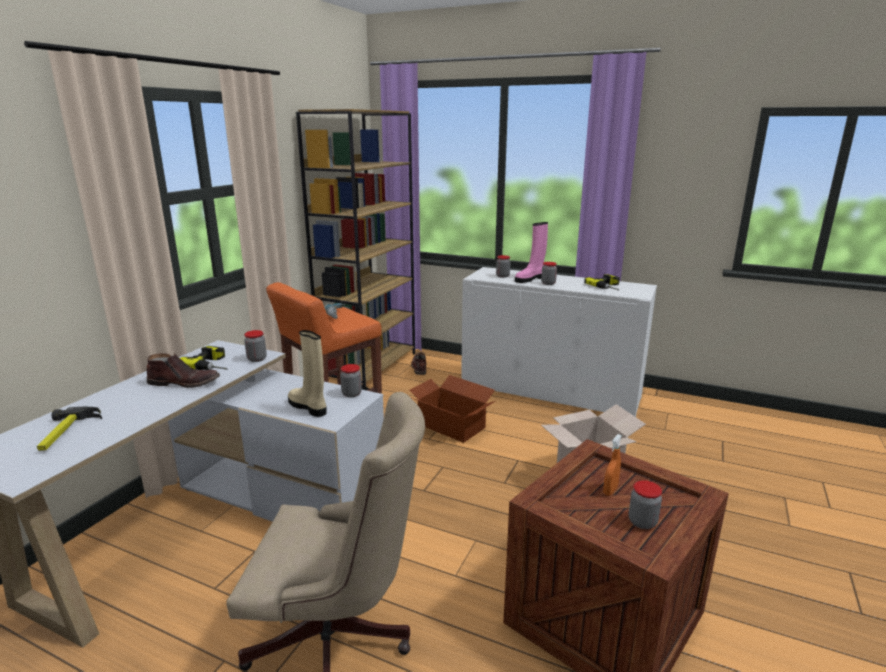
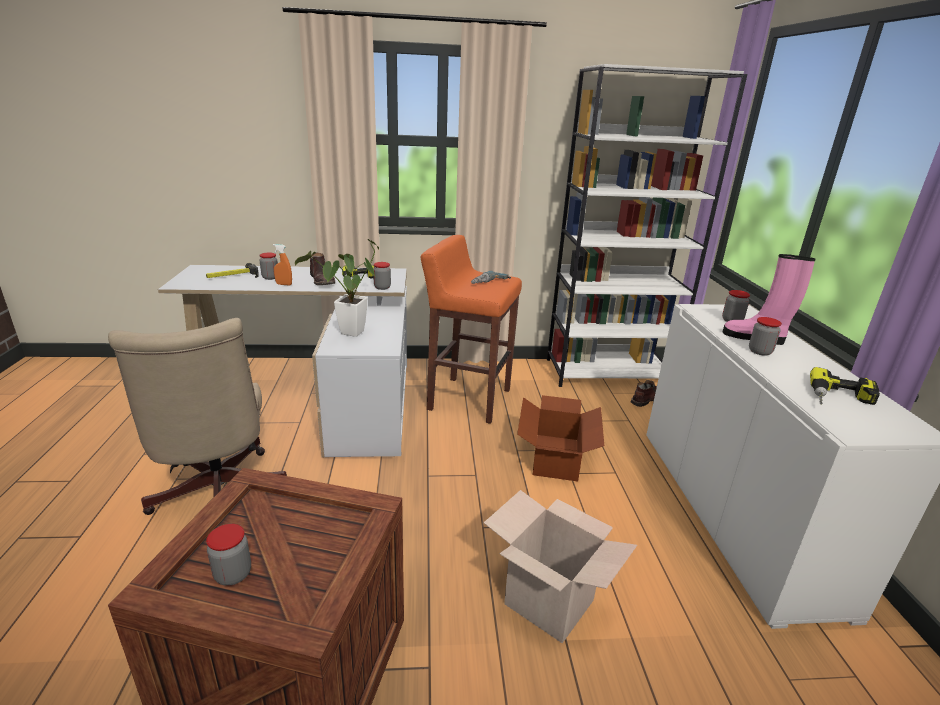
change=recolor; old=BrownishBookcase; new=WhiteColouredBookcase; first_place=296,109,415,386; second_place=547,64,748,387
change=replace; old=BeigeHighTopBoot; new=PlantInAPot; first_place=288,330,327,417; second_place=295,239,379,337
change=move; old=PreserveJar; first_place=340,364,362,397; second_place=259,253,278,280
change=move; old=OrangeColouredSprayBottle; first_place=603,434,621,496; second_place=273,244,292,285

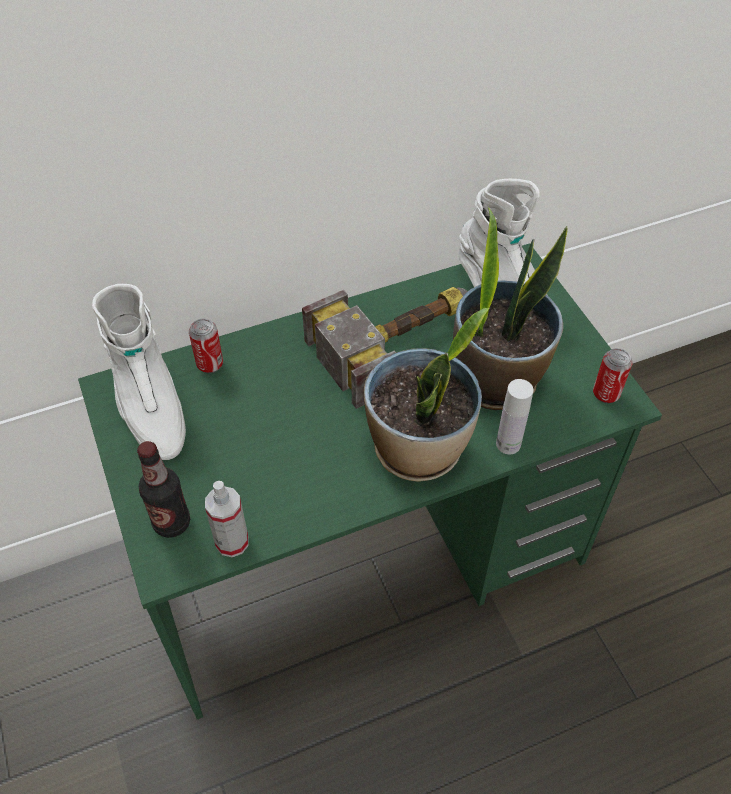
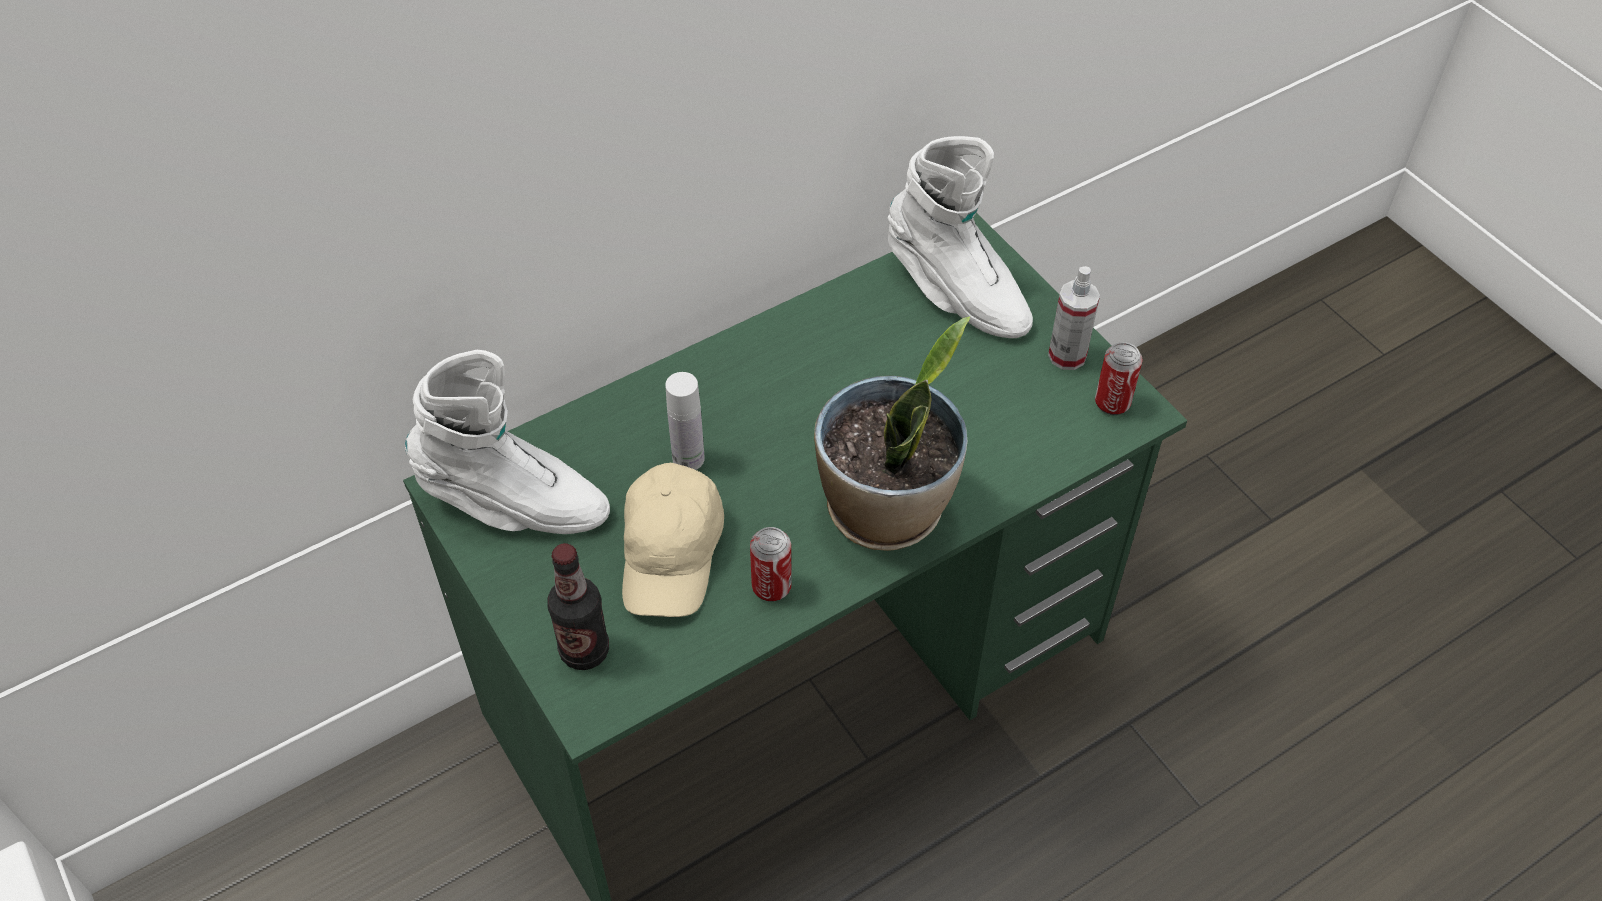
change=delete; old=PlantInAPot; first_place=453,207,568,410
change=rotate; old=WhiteColouredHighTopBoot; first_place=92,284,186,460; second_place=405,350,610,534; degrees=-45
change=delete; old=ToolHammer; first_place=302,287,468,409
change=move; old=MetalCan; first_place=189,318,223,373; second_place=750,527,792,602
change=move; old=WhiteColouredBeverageBottle; first_place=496,379,533,454; second_place=665,372,705,470
change=move; old=SprayBottle; first_place=205,481,248,557; second_place=1048,266,1100,370
change=insert; new=BeigeCap; second_place=622,463,724,617

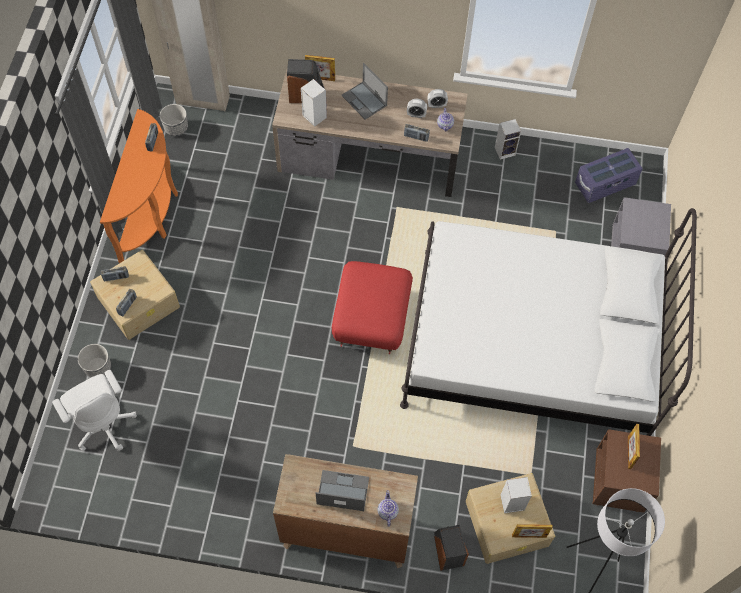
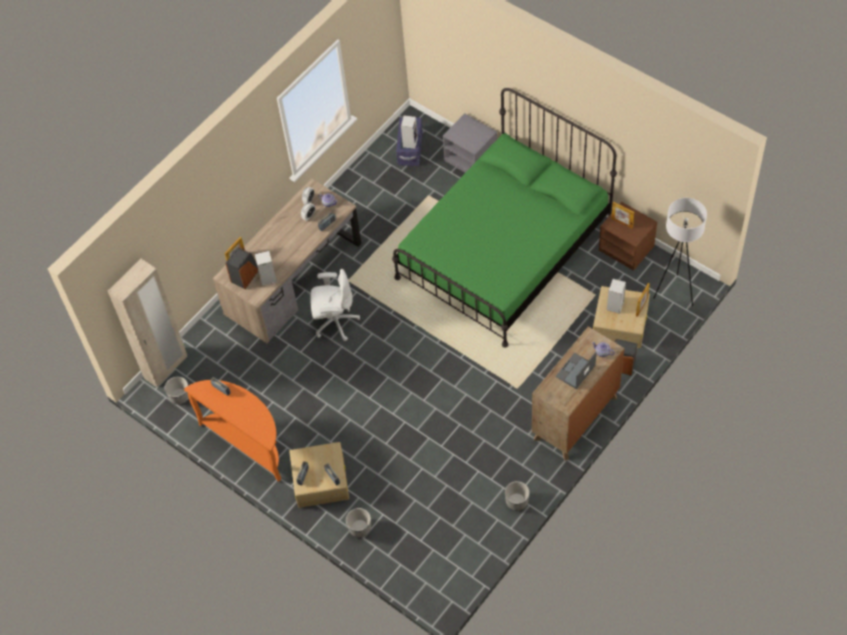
change=delete; old=NotebookComputer; first_place=341,63,388,120
change=move; old=Loudspeaker; first_place=495,119,521,160; second_place=401,115,418,149
change=recolor; old=WhiteColouredBed; new=GreenishBed; first_place=400,208,697,436; second_place=392,88,617,348
change=delete; old=RedColouredPouffe; first_place=332,261,413,354
change=move; old=WhiteColouredDeskChair; first_place=52,370,137,452; second_place=311,269,360,341
change=insert; new=FlowerPot; second_place=504,481,530,511

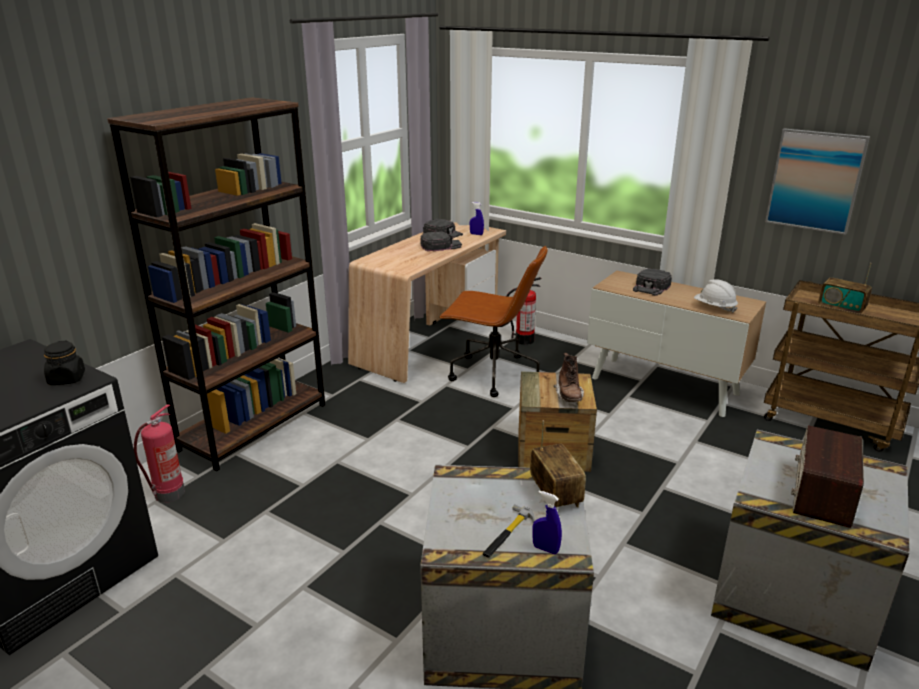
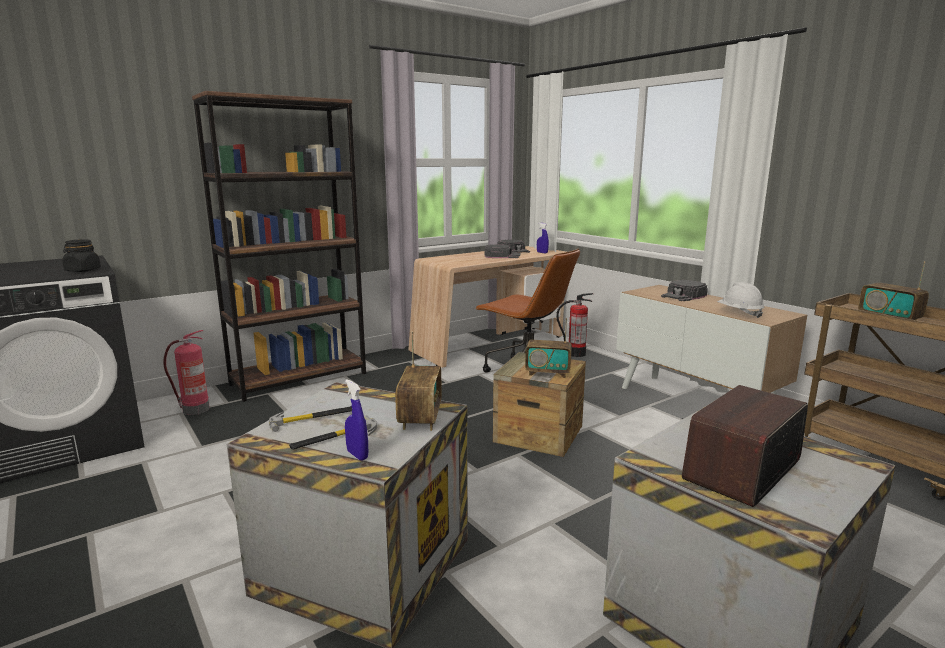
change=delete; old=WallArt; first_place=765,128,870,235
change=replace; old=BrownishHighTopBoot; new=RadioSet; first_place=554,353,584,402; second_place=525,318,572,378
change=insert; new=ToolHammer; second_place=269,406,352,432

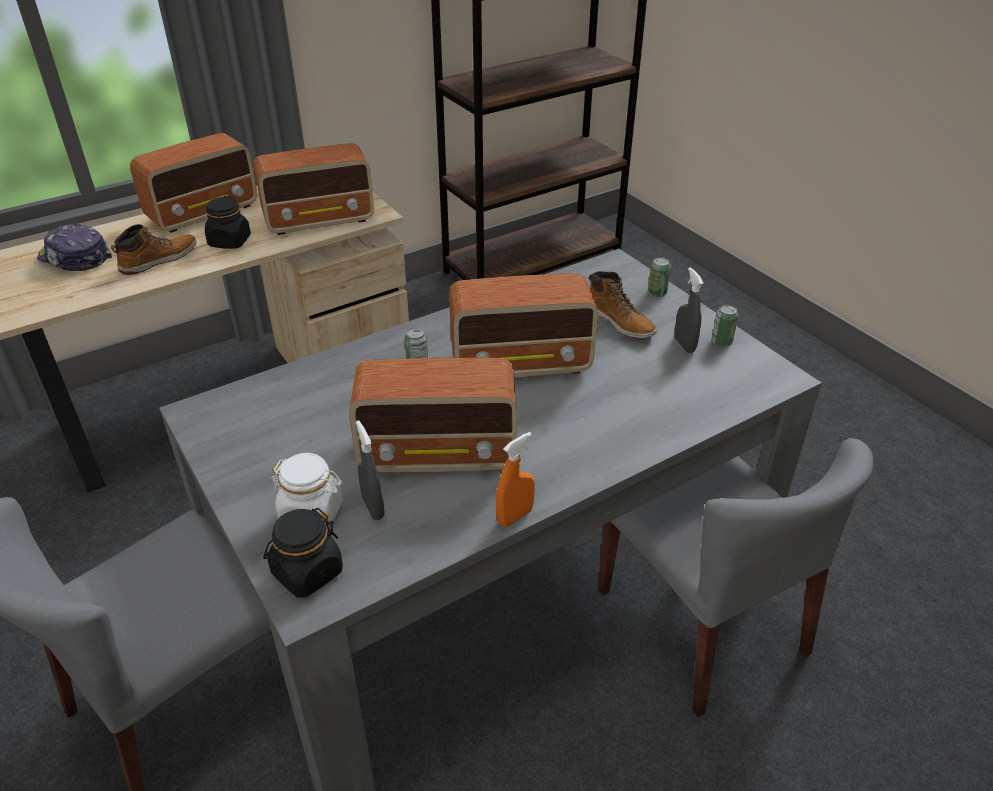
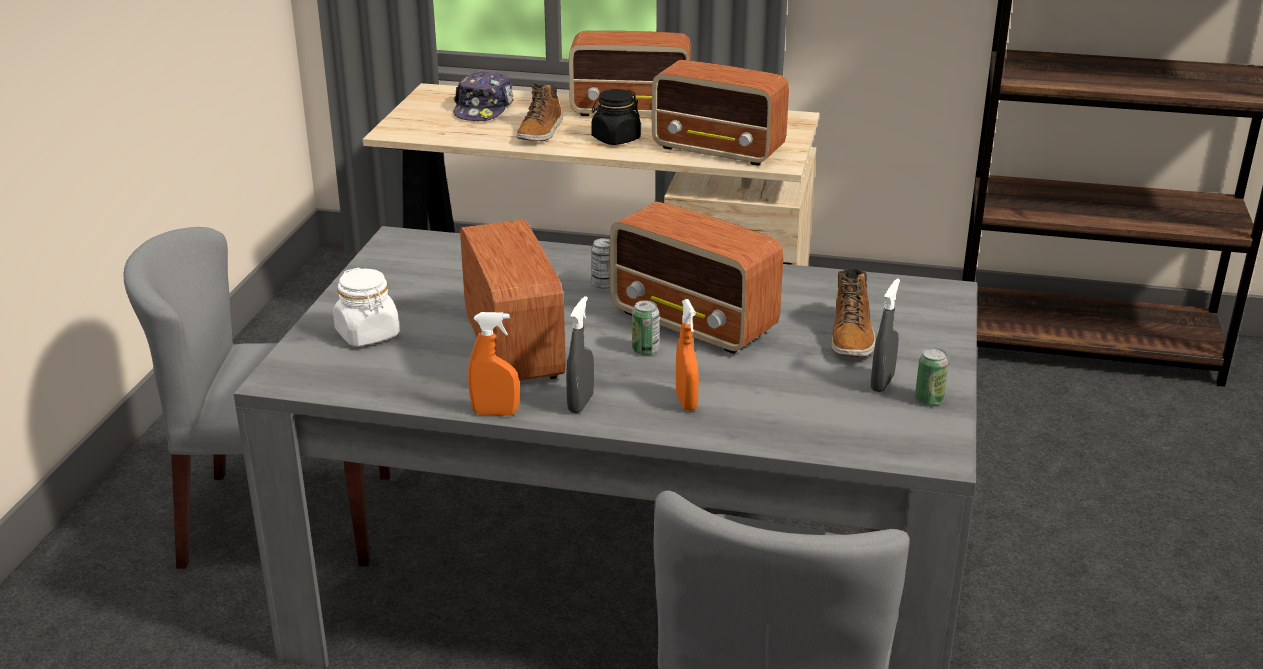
change=rotate; old=Cap; first_place=37,224,112,271; second_place=453,70,514,121; degrees=-150
change=rotate; old=HighTopBoot; first_place=111,224,197,275; second_place=516,83,563,141; degrees=105
change=move; old=MetalCan; first_place=648,257,671,297; second_place=632,300,659,355
change=rotate; old=RadioSet; first_place=349,358,517,473; second_place=460,220,565,381; degrees=-150
change=move; old=GreySprayBottle; first_place=356,420,385,520; second_place=566,296,594,413
change=delete; old=BlackishPreserveJar; first_place=263,508,343,597
change=insert; new=OrangeColouredSprayBottle; second_place=676,299,699,411

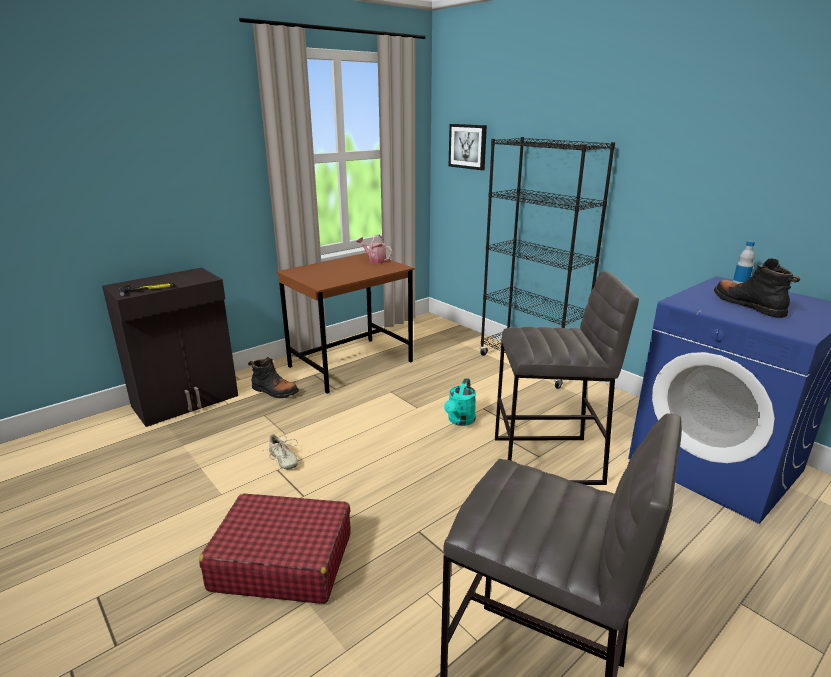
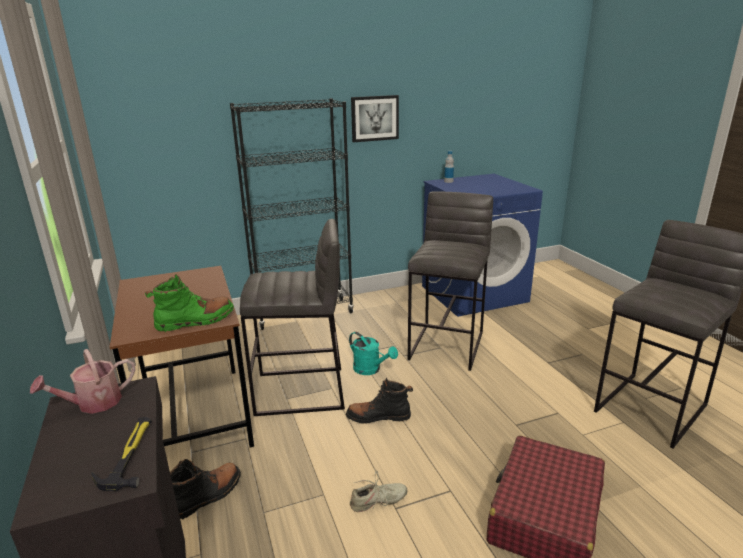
change=move; old=WallArt; first_place=449,124,487,170; second_place=351,95,399,142
change=move; old=WateringCan; first_place=357,234,392,264; second_place=30,349,136,414
change=move; old=BlackishHighTopBoot; first_place=714,258,800,318; second_place=346,378,413,424
change=insert; new=GreySittingStool; second_place=240,219,345,416
change=insert; new=GreenishHighTopBoot; second_place=145,274,234,332

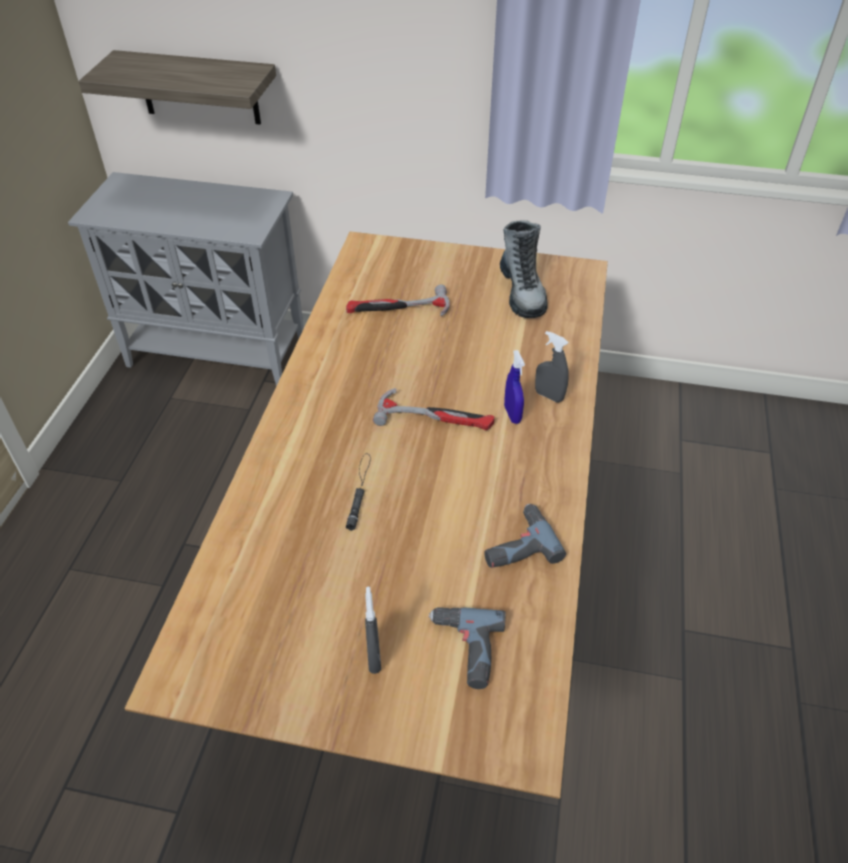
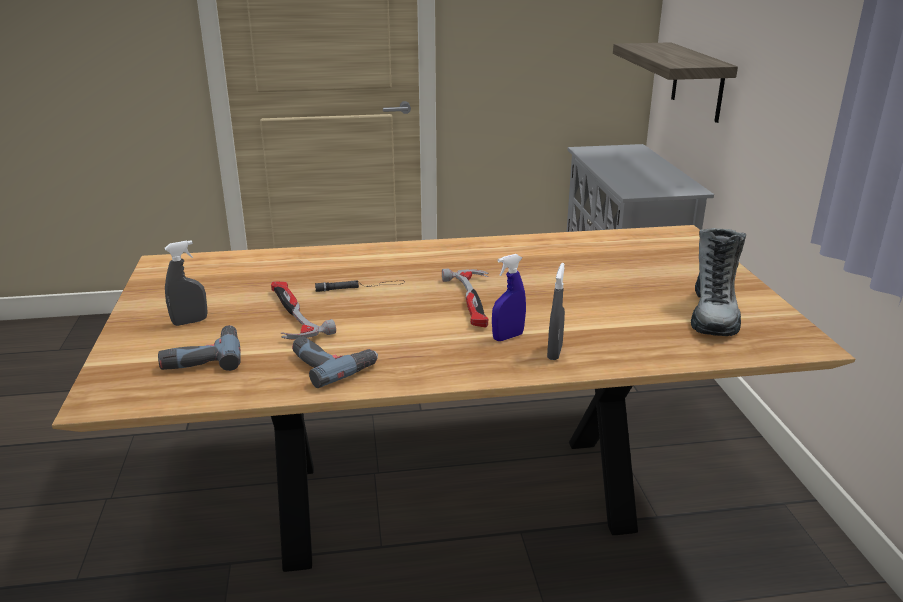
change=rotate; old=HighTopBoot; first_place=500,220,547,318; second_place=691,228,746,336; degrees=-45
change=move; old=ToolHammer; first_place=346,285,450,316; second_place=271,281,336,340

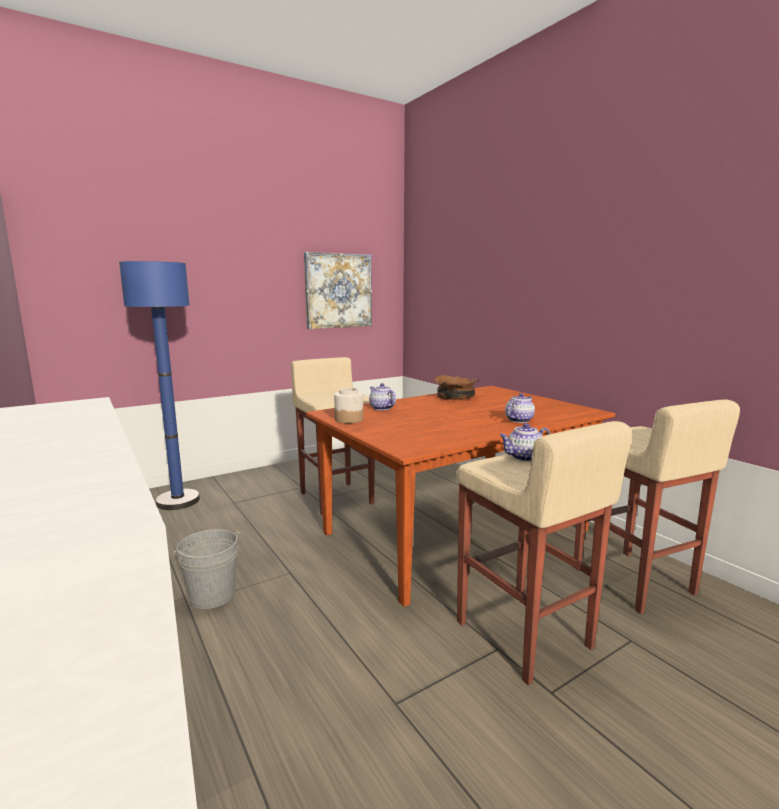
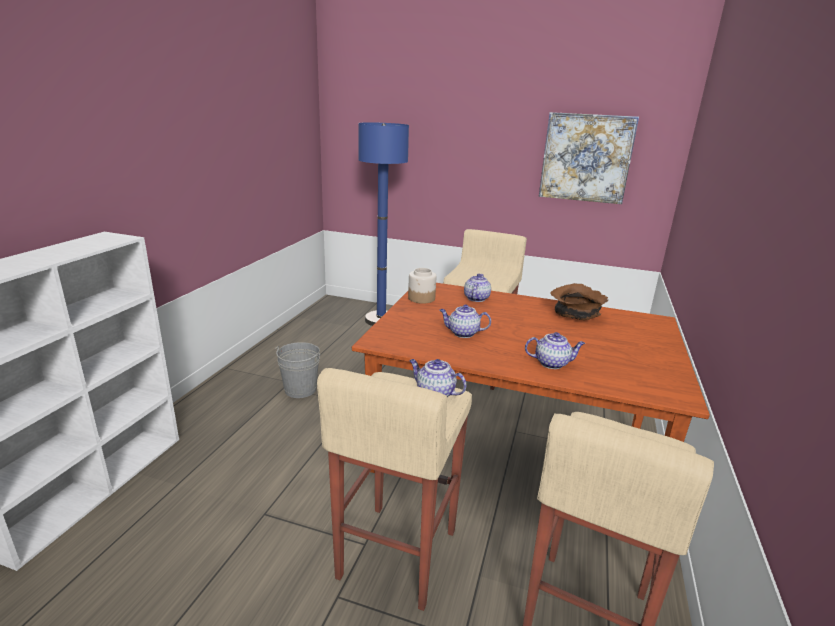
change=insert; new=PotForTea; second_place=440,304,491,338

